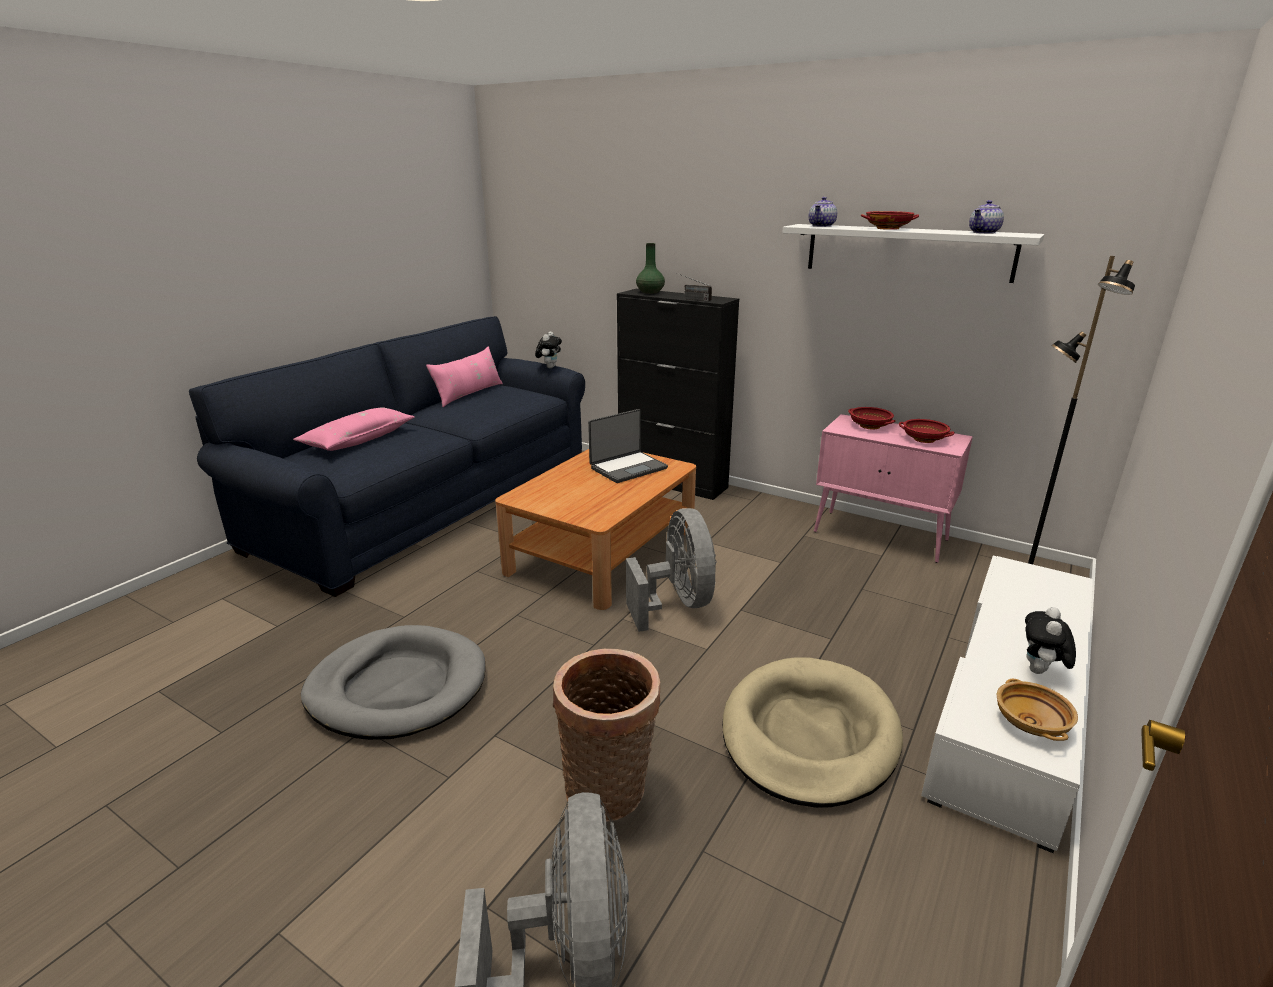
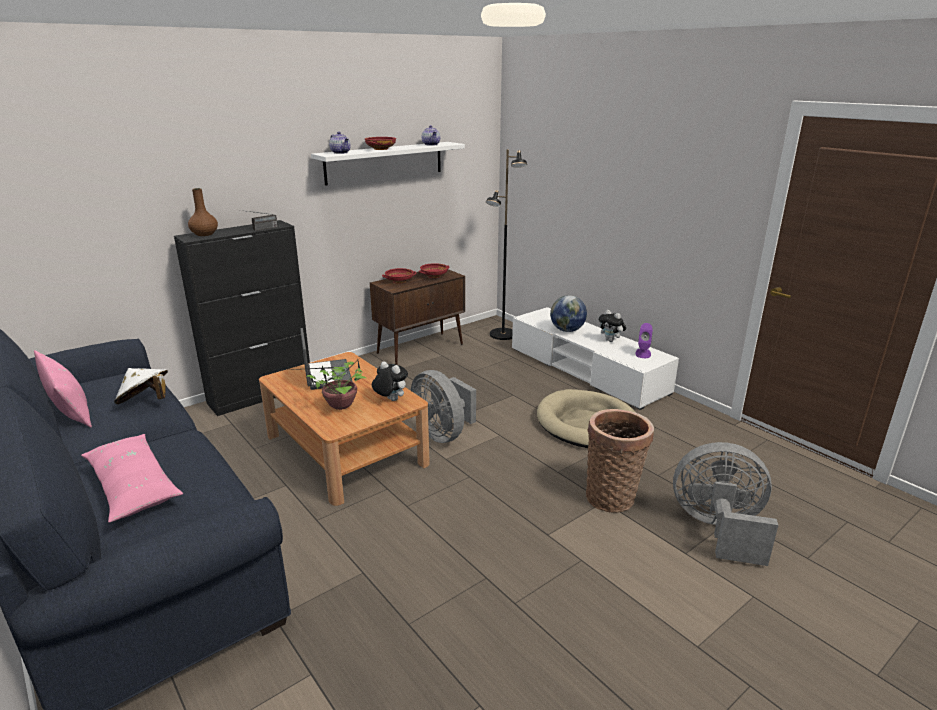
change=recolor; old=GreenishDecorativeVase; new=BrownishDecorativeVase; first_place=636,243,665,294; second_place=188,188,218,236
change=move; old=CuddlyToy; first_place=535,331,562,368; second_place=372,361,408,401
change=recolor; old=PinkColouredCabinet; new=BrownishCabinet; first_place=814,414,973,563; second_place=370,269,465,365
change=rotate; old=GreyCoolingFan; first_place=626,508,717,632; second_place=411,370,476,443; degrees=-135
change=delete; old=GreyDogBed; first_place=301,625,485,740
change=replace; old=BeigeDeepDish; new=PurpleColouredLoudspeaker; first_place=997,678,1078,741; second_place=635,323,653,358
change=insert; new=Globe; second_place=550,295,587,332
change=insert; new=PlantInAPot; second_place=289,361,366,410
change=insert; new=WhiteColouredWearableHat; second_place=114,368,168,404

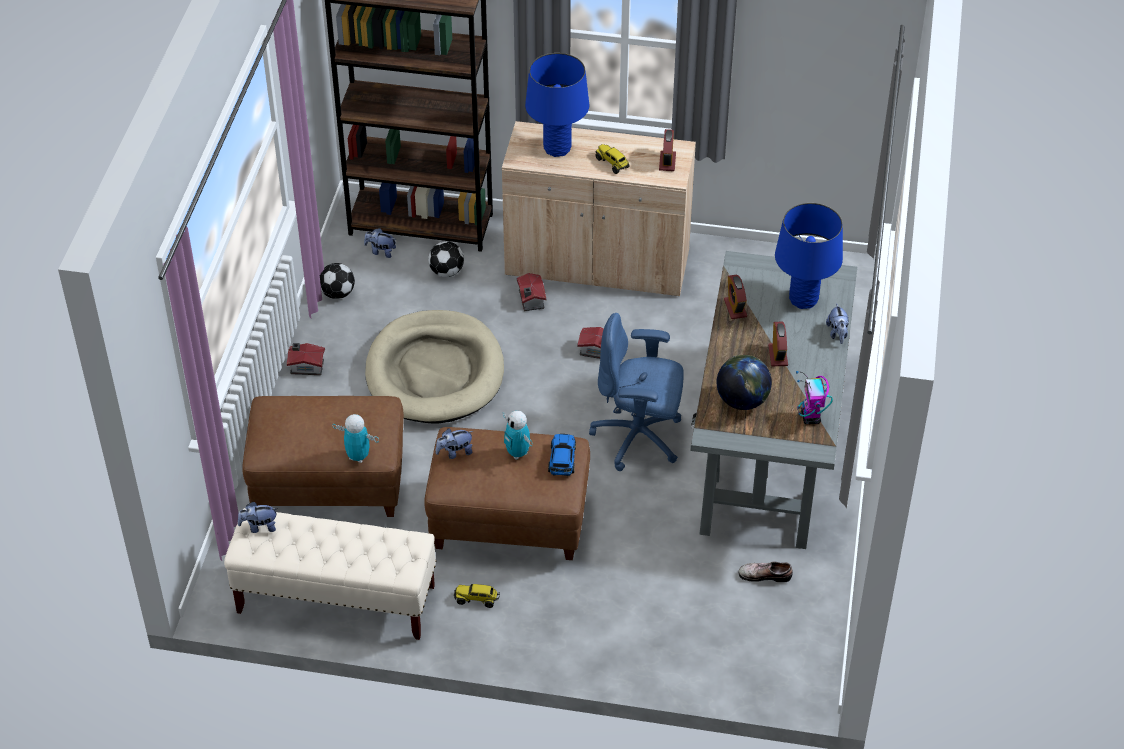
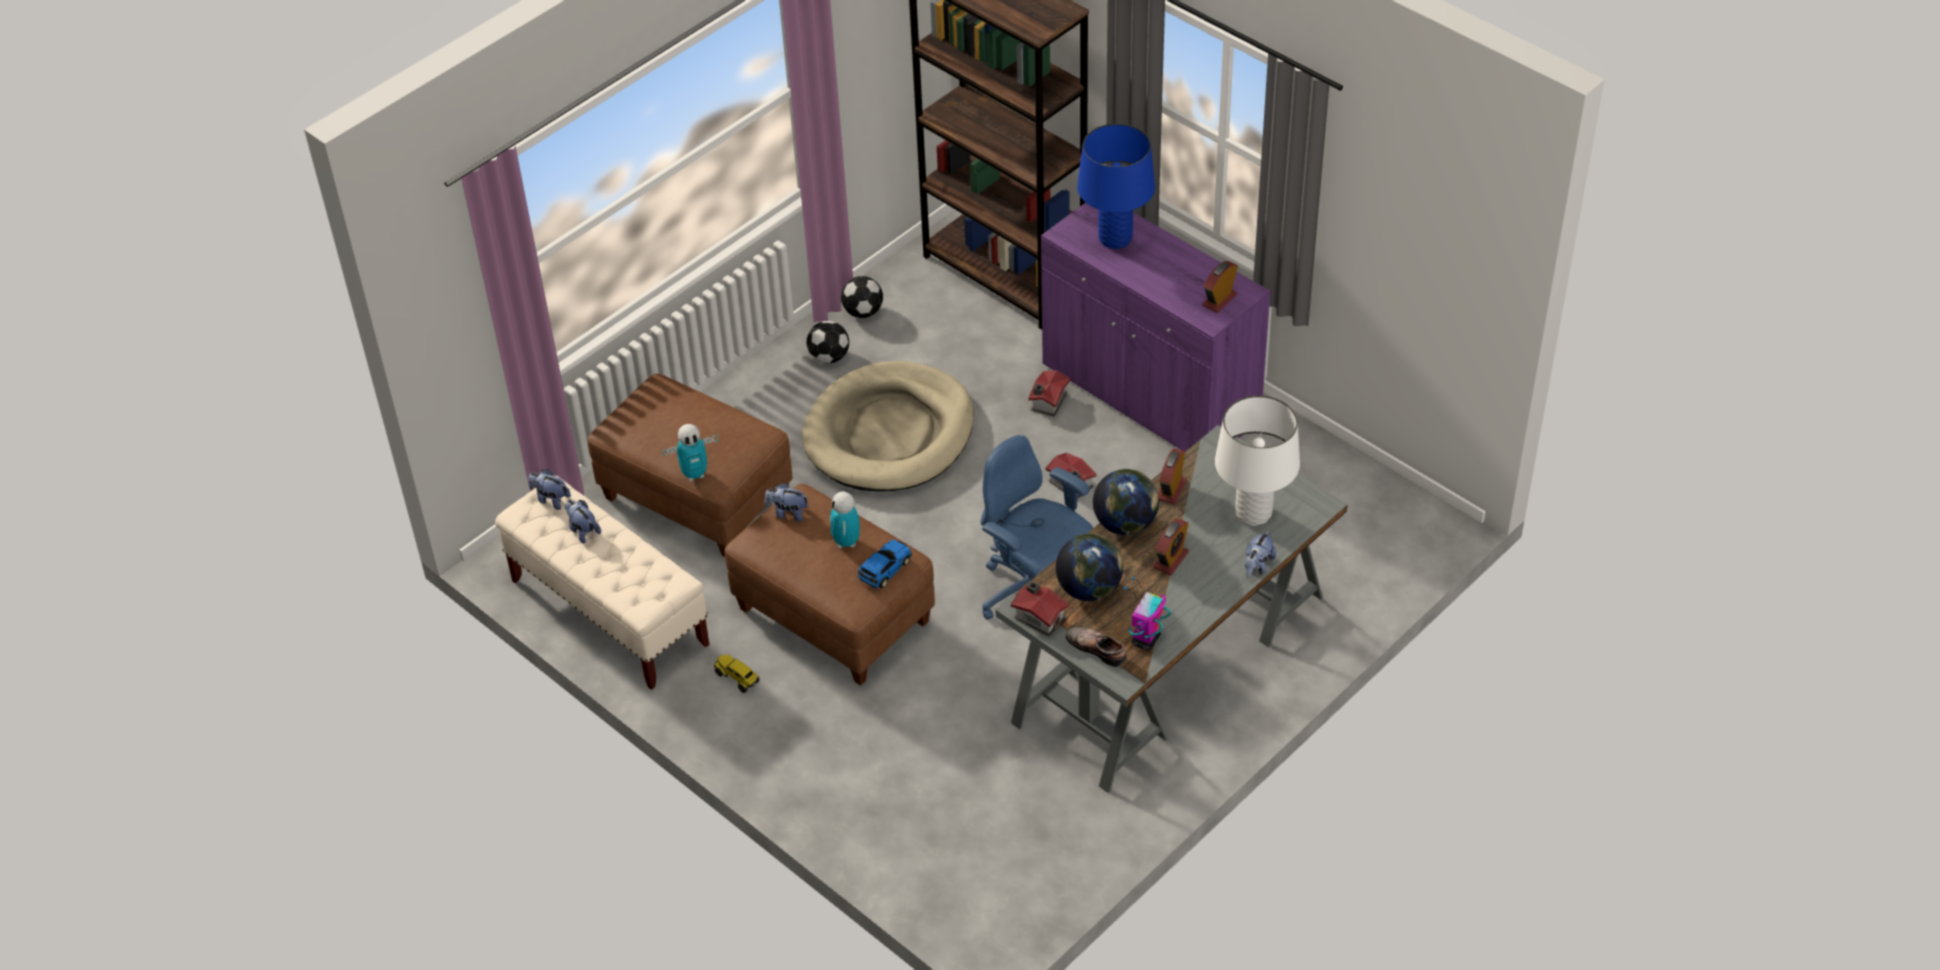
change=recolor; old=BeigeCabinet; new=PurpleColouredCabinet; first_place=502,121,696,296; second_place=1041,202,1271,452
change=delete; old=ToyLorry; first_place=595,144,630,174
change=recolor; old=BluishLampForATable; new=WhiteColouredLampForATable; first_place=775,203,843,309; second_place=1215,395,1300,526
change=move; old=CuddlyToy; first_place=364,228,396,258; second_place=565,500,601,544
change=move; old=BallForFootball; first_place=428,241,464,277; second_place=806,321,849,364
change=move; old=MiniatureHouse; first_place=287,343,325,375; second_place=1011,581,1069,637
change=rotate; old=RobotFigure; first_place=332,414,379,463; second_place=662,424,719,481; degrees=105
change=move; old=ItemOfFootwear; first_place=738,561,793,582; second_place=1066,627,1126,667
change=insert; new=Globe; second_place=1093,469,1159,535

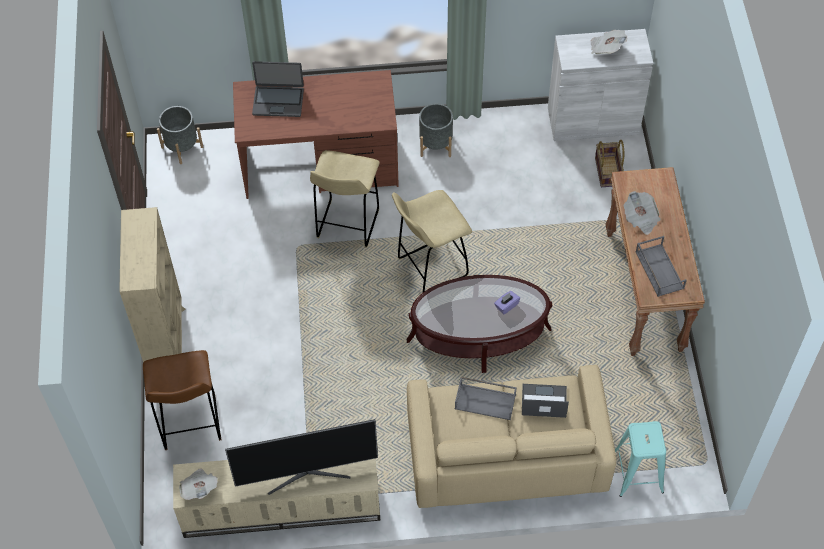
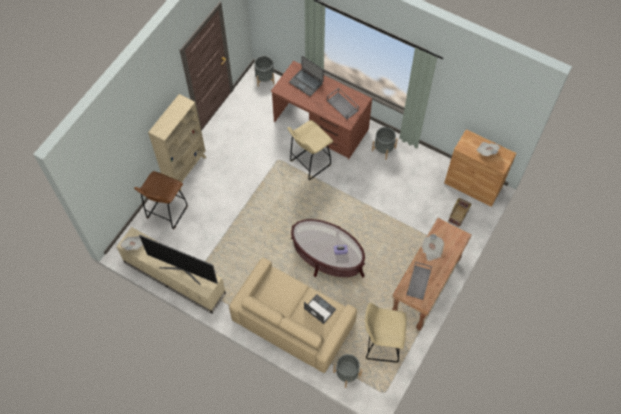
change=recolor; old=WhiteColouredCabinet; new=BrownishCabinet; first_place=548,29,653,141; second_place=444,129,517,207
change=move; old=BeigeSittingStool; first_place=392,190,472,292; second_place=365,303,407,363
change=move; old=GreyTray; first_place=455,377,517,420; second_place=327,88,359,120
change=replace; old=BlueGreenSittingStool; new=GreyFlowerPot; first_place=615,421,666,497; second_place=333,354,362,388

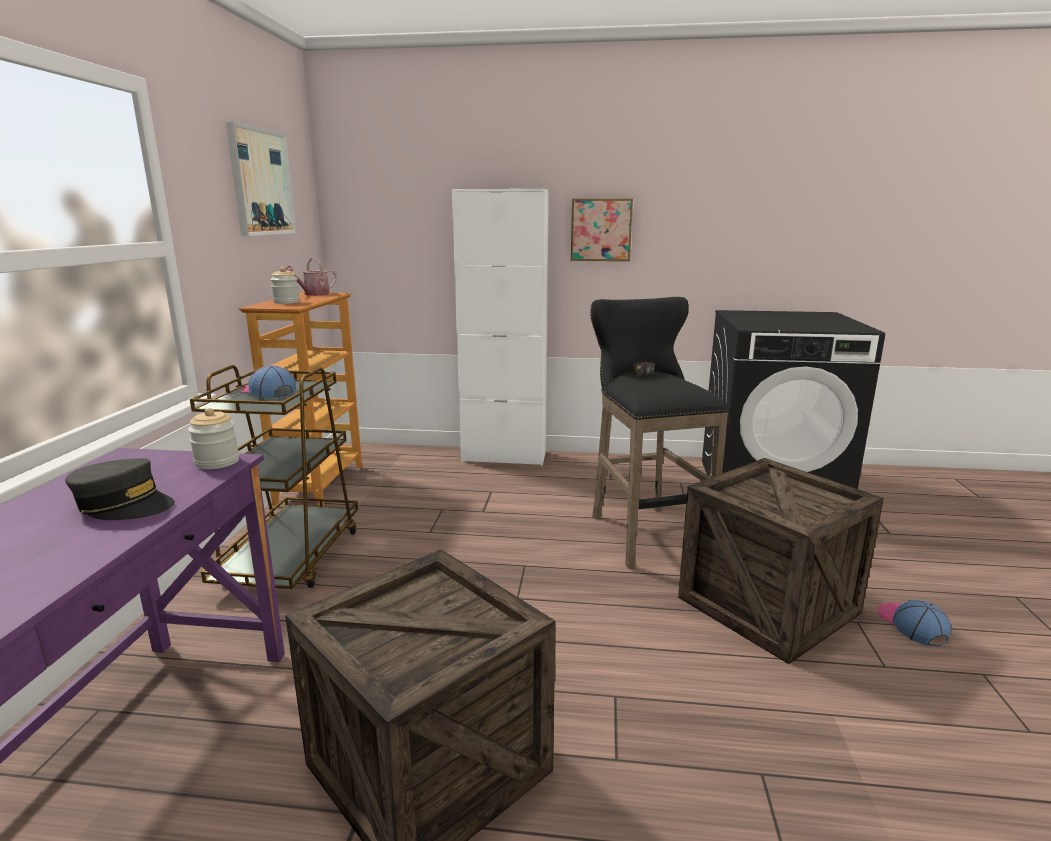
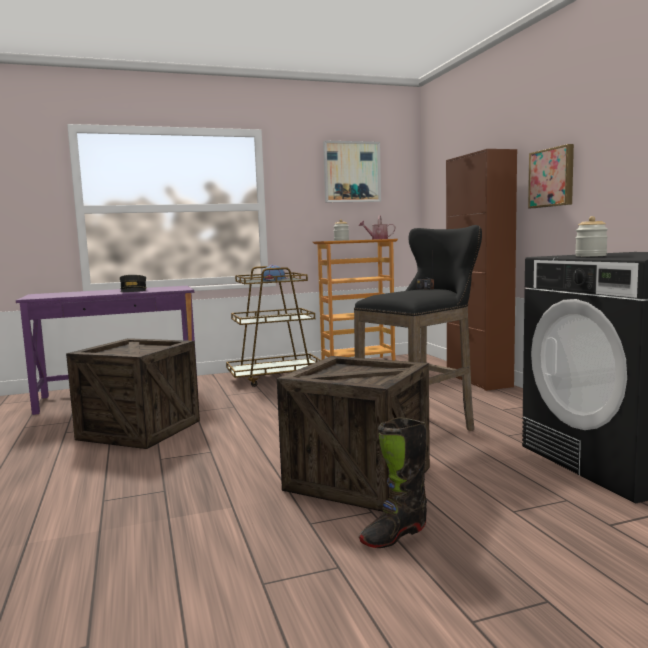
change=recolor; old=WhiteColouredCabinet; new=BrownishCabinet; first_place=452,189,549,466; second_place=446,149,517,391
change=move; old=PreserveJar; first_place=188,408,239,469; second_place=575,216,608,257
change=replace; old=Cap; new=BlackishHighTopBoot; first_place=878,600,951,647; second_place=359,417,427,548

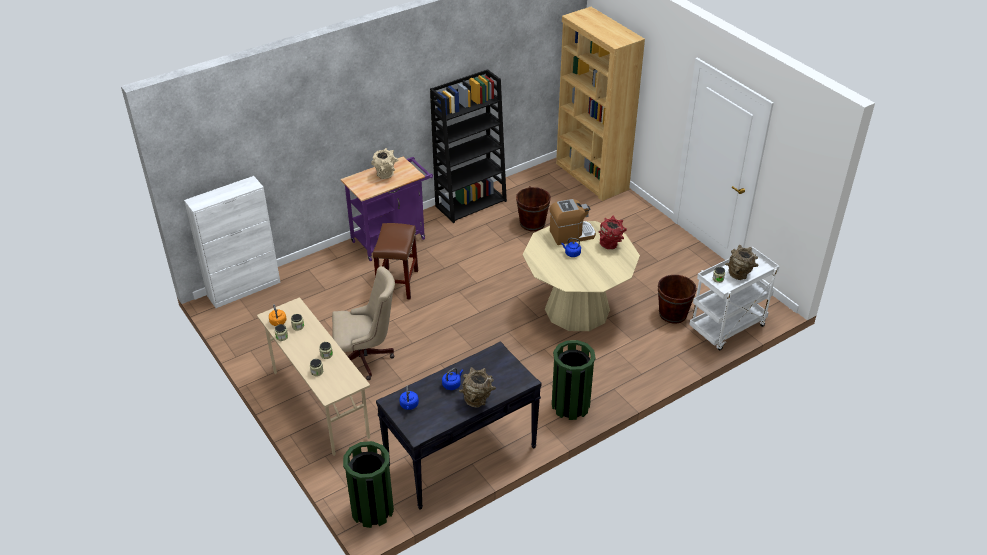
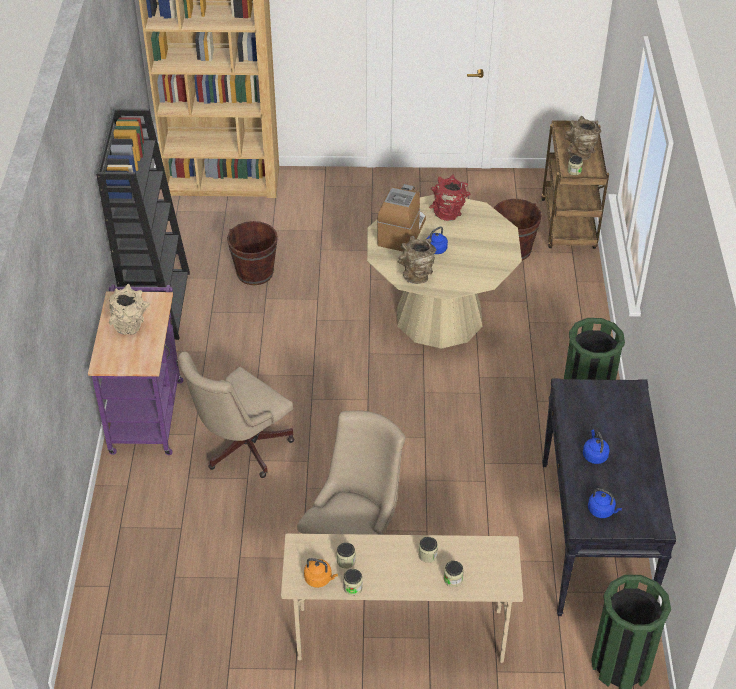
change=delete; old=WhiteColouredCabinet; first_place=184,176,281,308
change=replace; old=BrownishSittingStool; new=BeigeDeskChair; first_place=373,223,418,300; second_place=178,351,294,478
change=recolor; old=WhiteColouredWheeledCart; new=BrownishWheeledCart; first_place=689,247,780,350; second_place=541,121,609,249
change=move; old=BrownishDecorativeVase; first_place=459,367,496,407; second_place=397,236,437,284

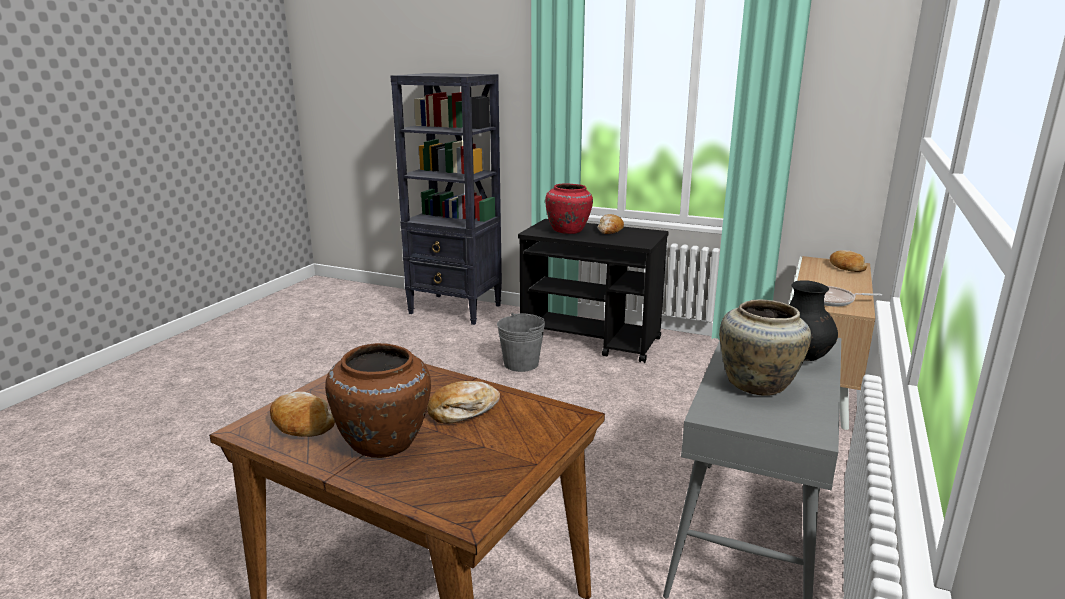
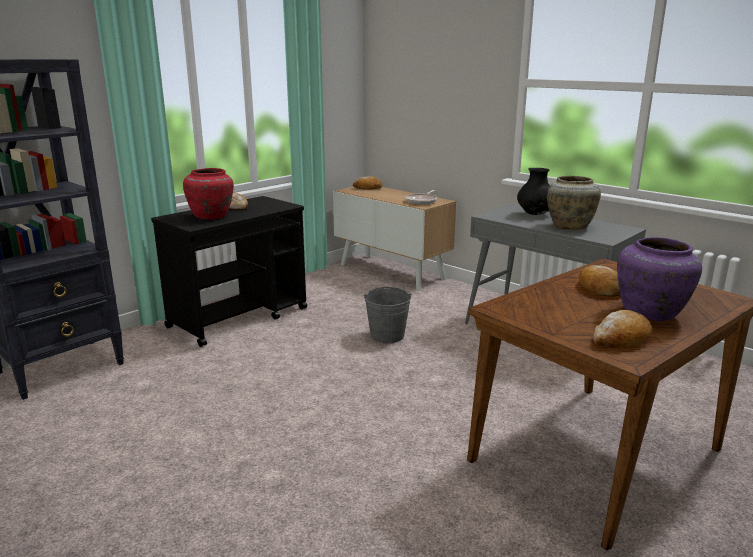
change=move; old=GreyPail; first_place=497,313,545,372; second_place=364,286,412,343
change=recolor; old=BrownishDecorativeVase; new=PurpleColouredDecorativeVase; first_place=325,343,431,458; second_place=617,237,702,321

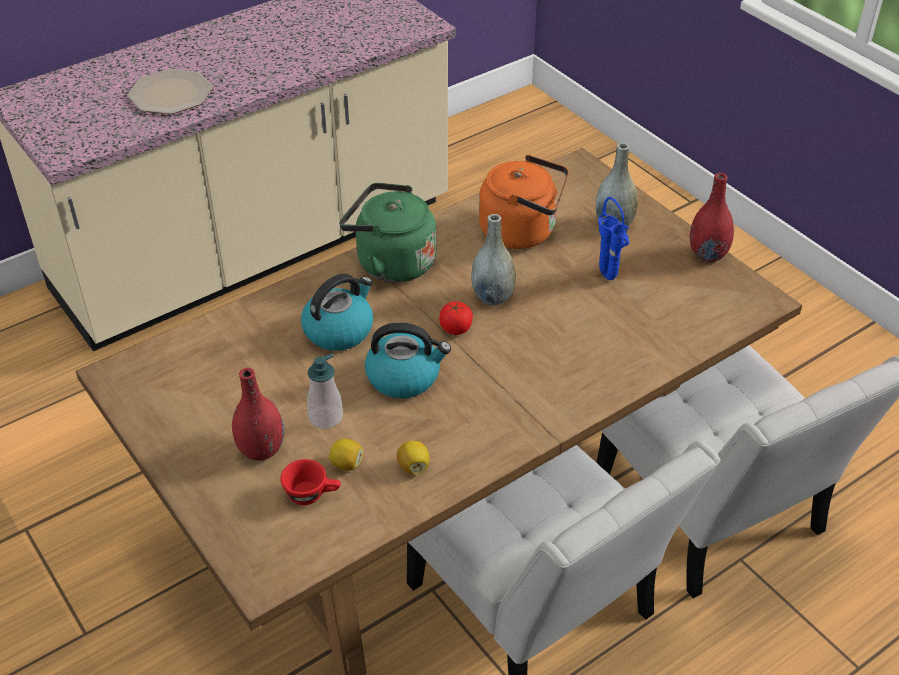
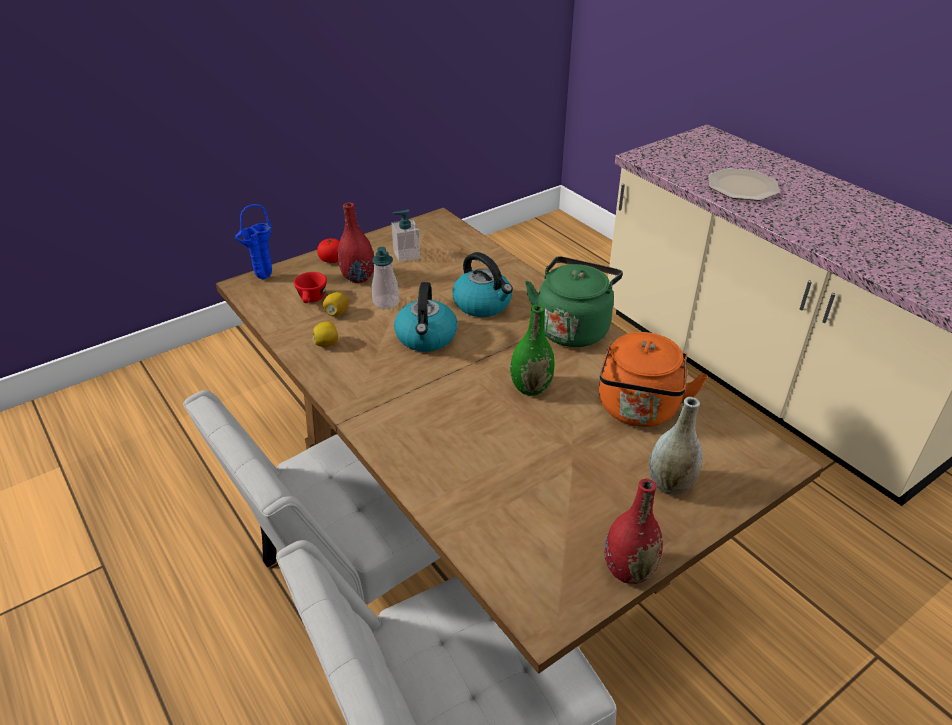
change=move; old=BluishDecorativeVase; first_place=598,197,629,280; second_place=235,204,272,280
change=recolor; old=GreyDecorativeVase; new=GreenishDecorativeVase; first_place=471,214,516,306; second_place=510,304,555,396
change=move; old=FreshTomato; first_place=439,301,473,335; second_place=317,238,340,263
change=insert; new=LiquidSoapBottle; second_place=391,209,420,262

